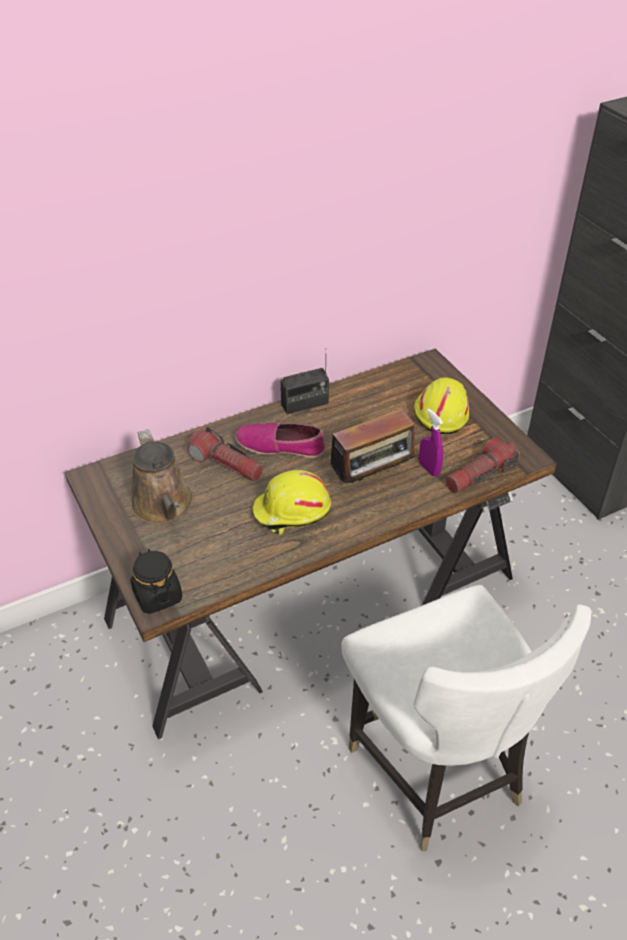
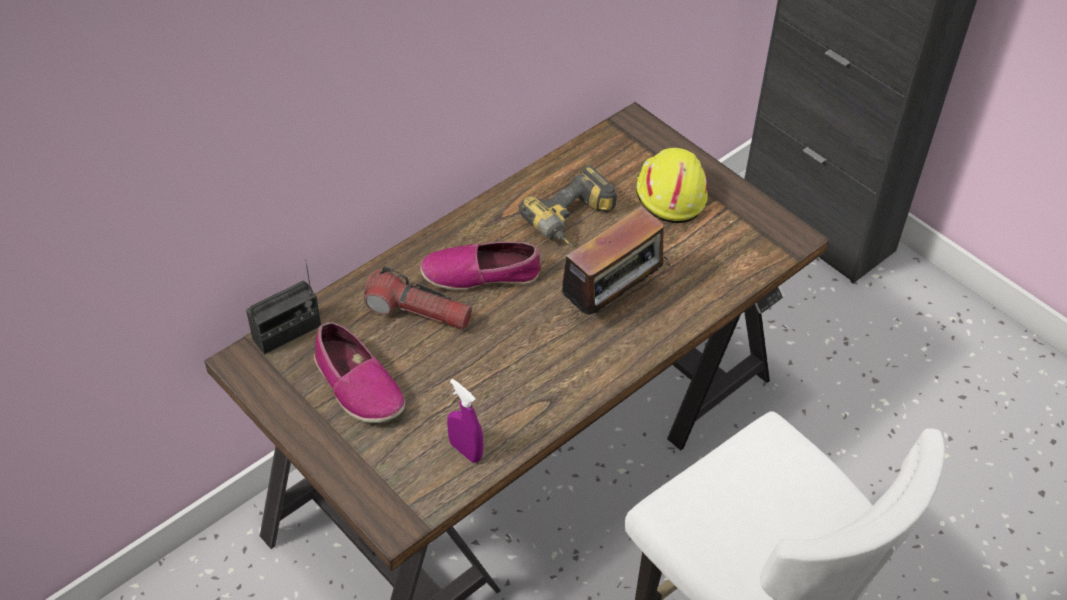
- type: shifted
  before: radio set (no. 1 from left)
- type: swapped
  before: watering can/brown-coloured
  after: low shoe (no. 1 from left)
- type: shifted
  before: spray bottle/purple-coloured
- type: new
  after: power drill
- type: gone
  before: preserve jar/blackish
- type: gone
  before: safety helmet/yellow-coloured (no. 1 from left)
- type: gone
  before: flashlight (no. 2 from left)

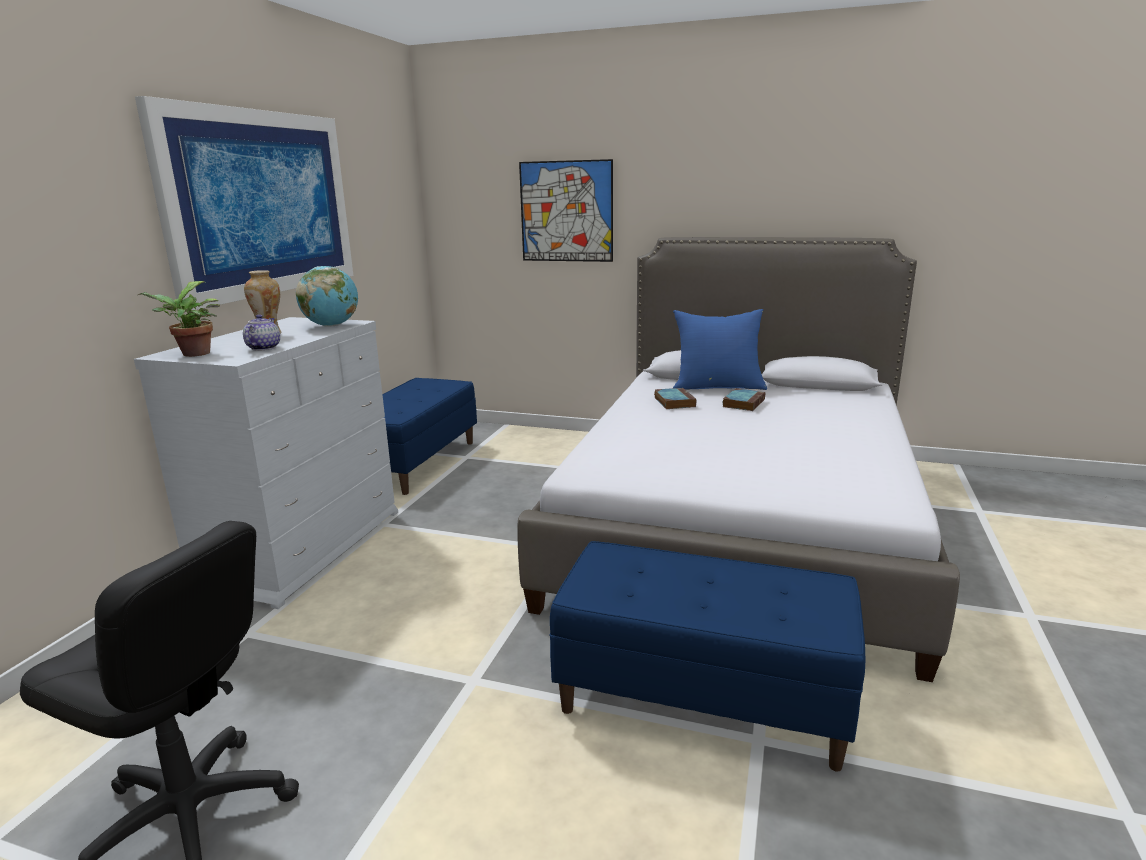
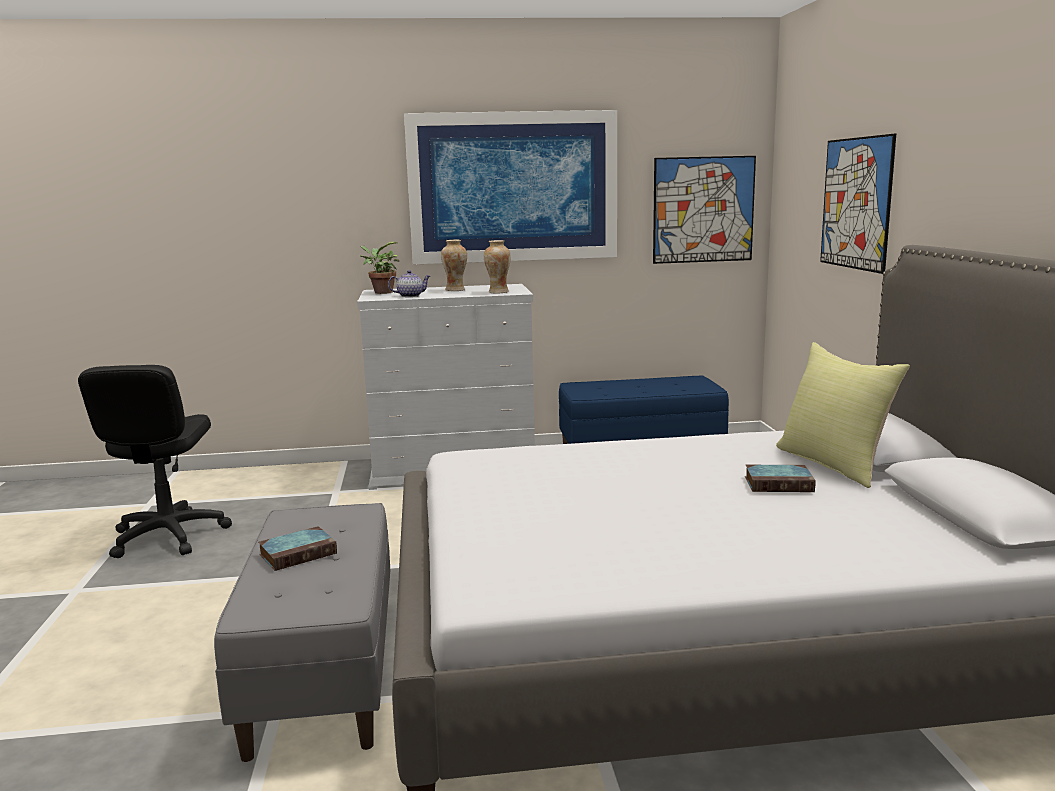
- type: repainted
  before: indoor bench/blue-coloured (no. 2 from left)
  after: indoor bench/grey
- type: shifted
  before: volume (no. 1 from left)
- type: swapped
  before: world globe
  after: flower vase (no. 2 from left)
- type: new
  after: wall picture (no. 2 from left)
- type: repainted
  before: throw pillow/blue-coloured
  after: throw pillow/yellow-coloured

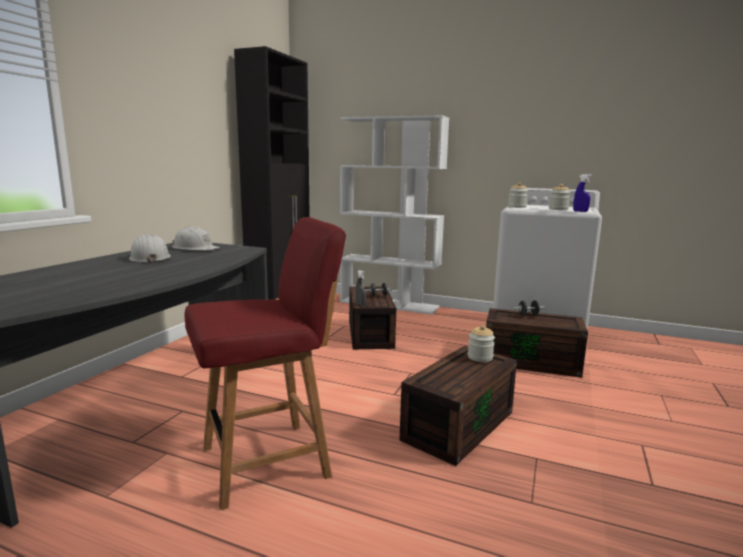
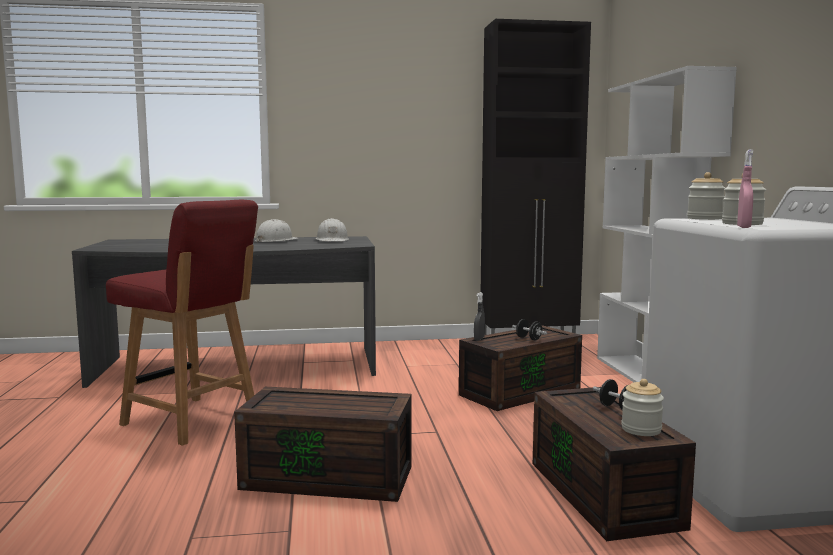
- type: shifted
  before: preserve jar (no. 1 from left)
- type: repainted
  before: spray bottle/blue-coloured
  after: spray bottle/pinkish

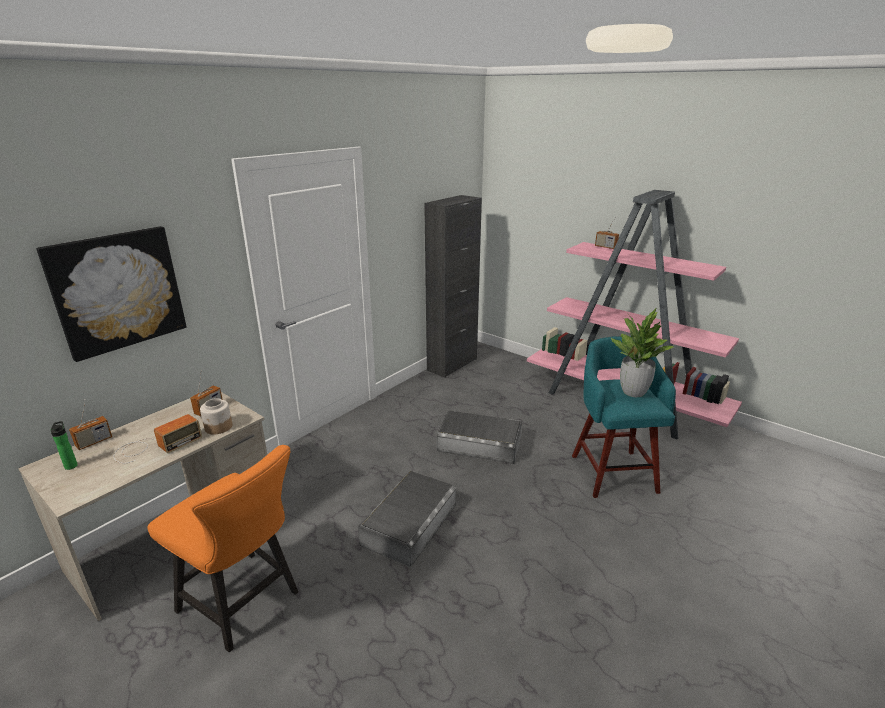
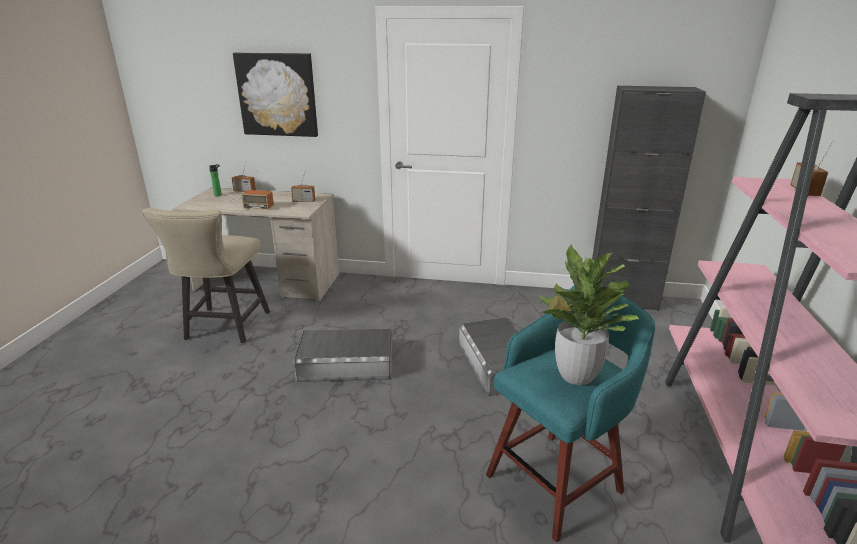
- type: repainted
  before: plain chair/orange
  after: plain chair/sand-coloured
- type: gone
  before: preserve jar

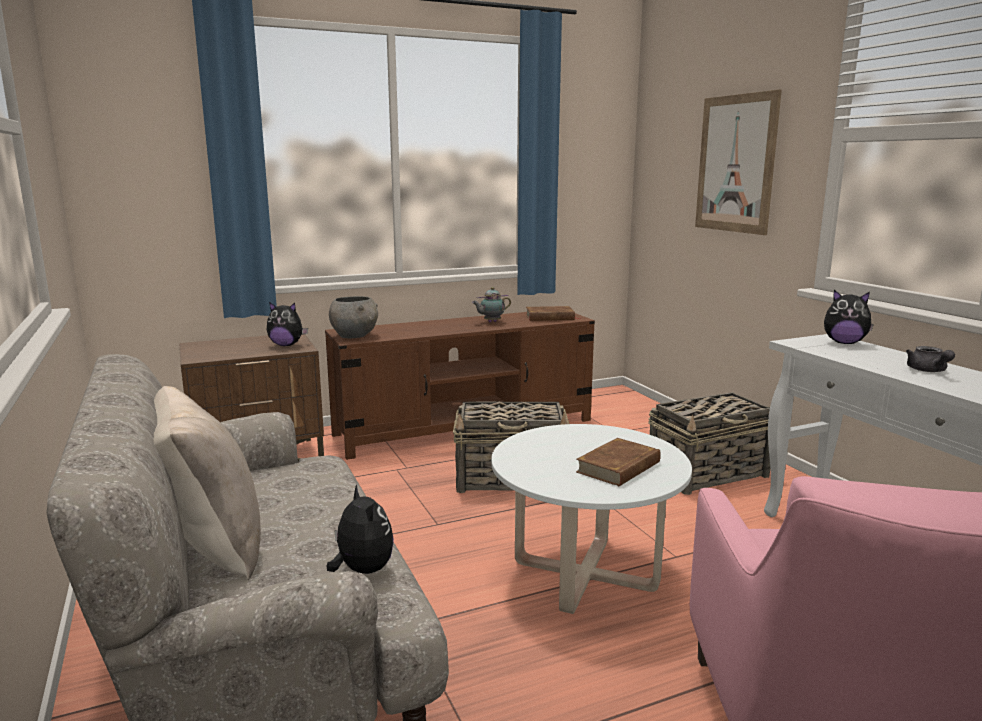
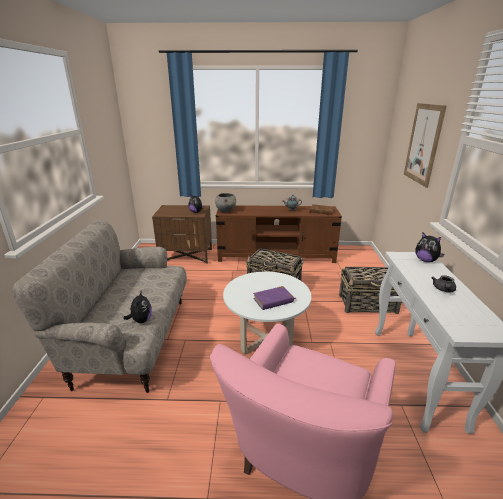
- type: repainted
  before: volume/brown-coloured (no. 2 from left)
  after: volume/purple-coloured
- type: gone
  before: throw pillow/sand-coloured

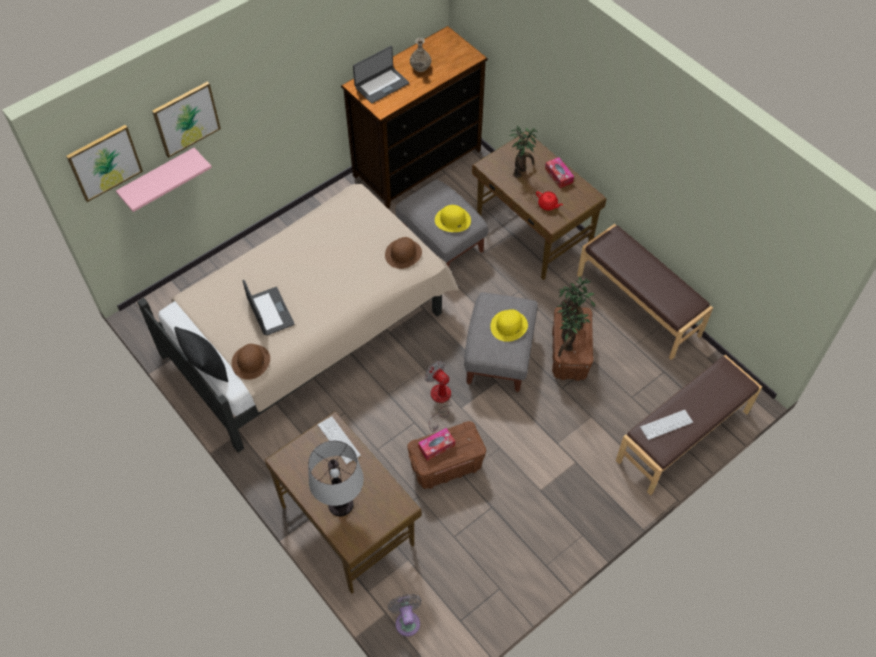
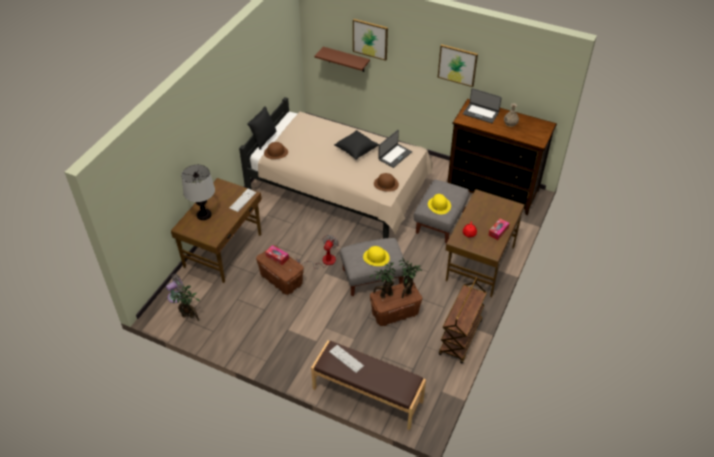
- type: shifted
  before: plant in a pot (no. 1 from left)
- type: repainted
  before: shelf/pinkish
  after: shelf/brown-coloured
- type: new
  after: throw pillow/blackish (no. 2 from left)
- type: shifted
  before: portable computer (no. 1 from left)
- type: shifted
  before: wall picture (no. 1 from left in the first image)
  after: wall picture (no. 2 from left)
- type: swapped
  before: indoor bench/brown-coloured (no. 1 from left)
  after: cart/brown-coloured

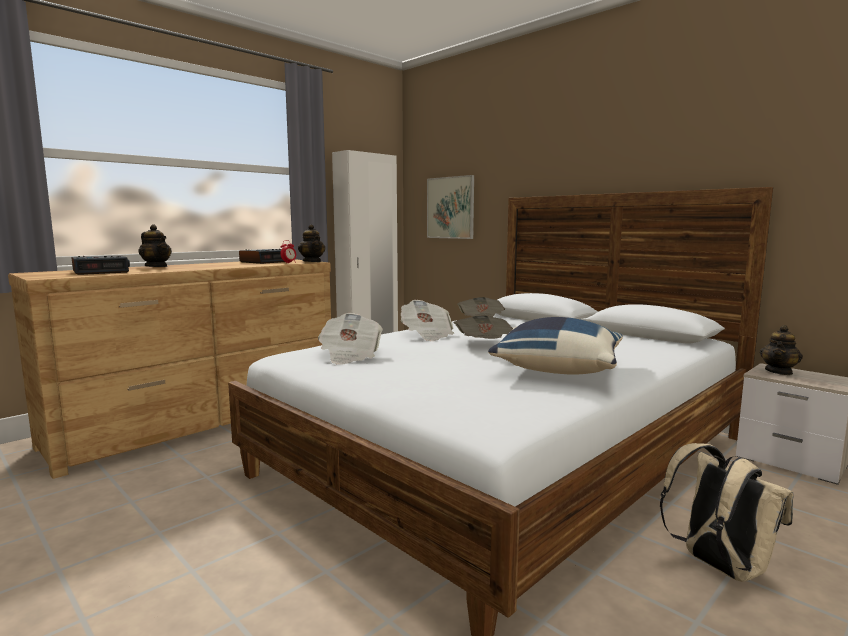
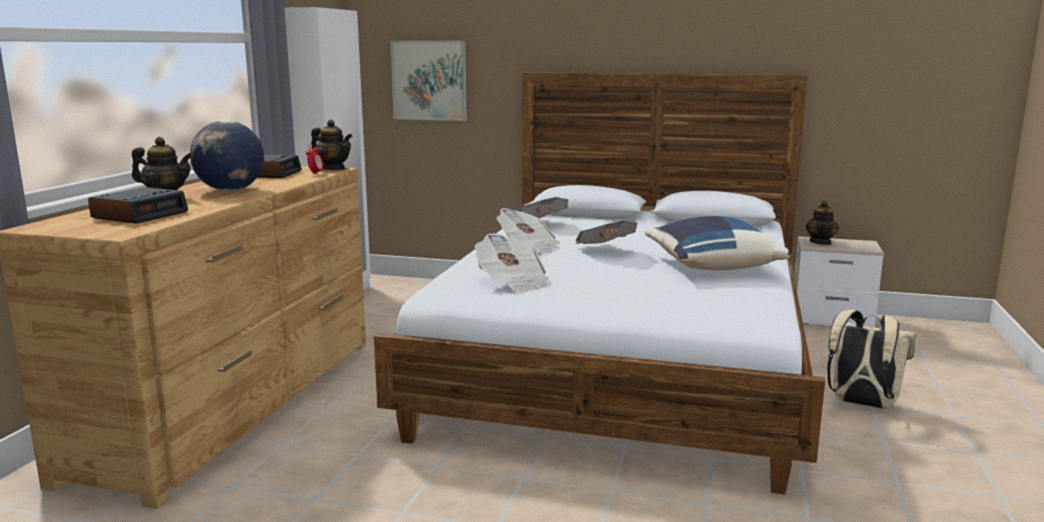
- type: new
  after: world globe

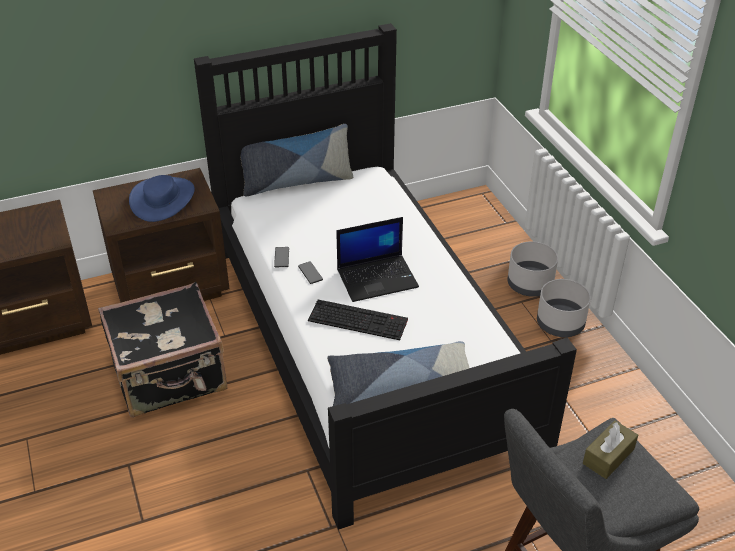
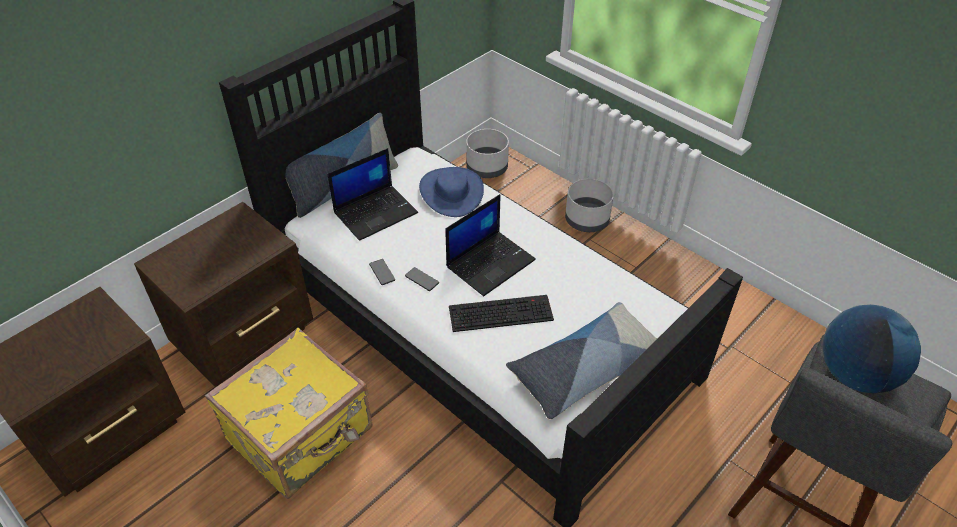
- type: repainted
  before: travel case/blackish
  after: travel case/yellow-coloured
- type: new
  after: portable computer (no. 1 from left)
- type: shifted
  before: clothing hat/blue-coloured
- type: shifted
  before: planter/grey (no. 2 from left in the first image)
  after: planter/grey (no. 1 from left)
- type: swapped
  before: tissue box/brown-coloured
  after: world globe

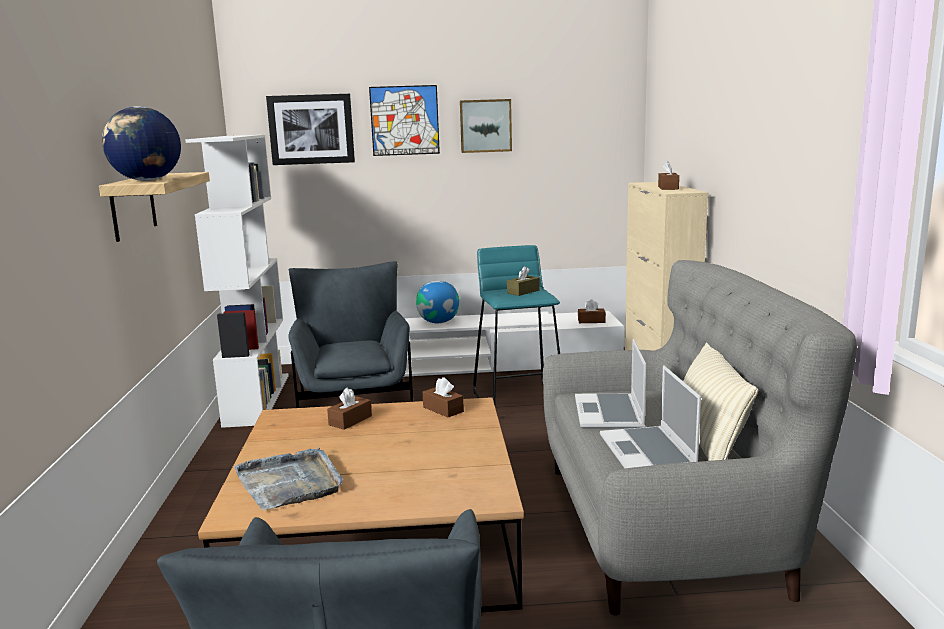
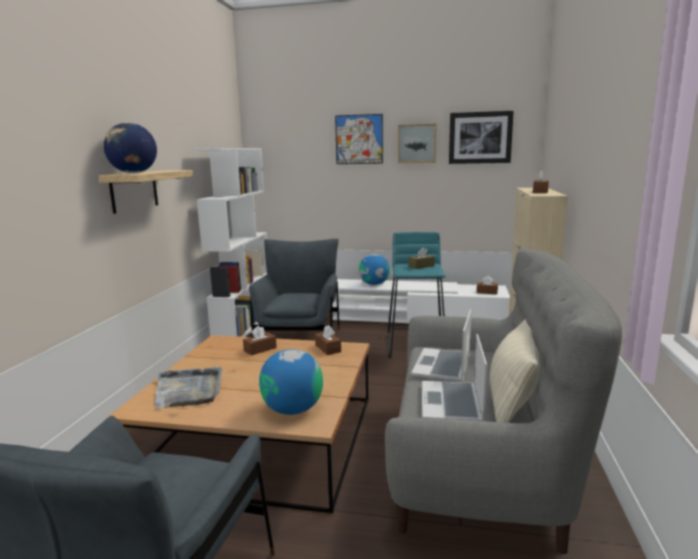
- type: new
  after: world globe (no. 2 from left)
- type: shifted
  before: wall picture (no. 1 from left in the first image)
  after: wall picture (no. 3 from left)

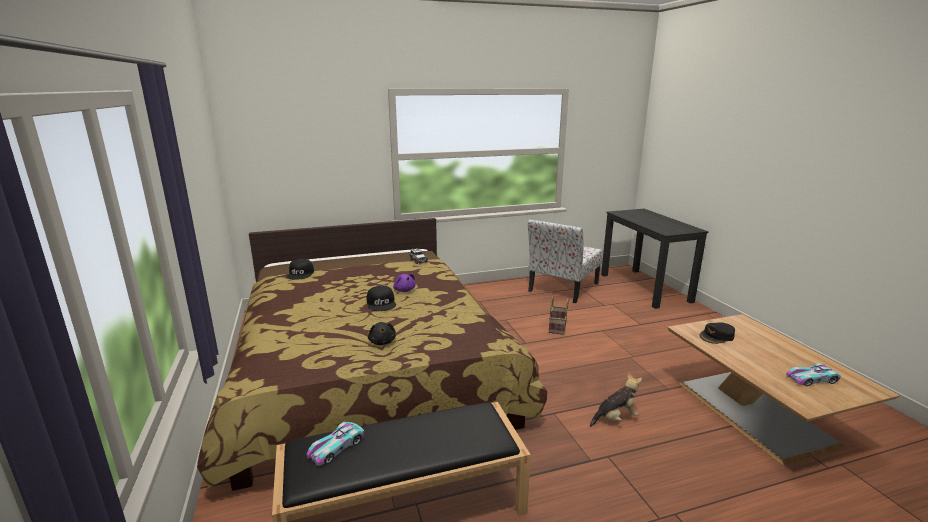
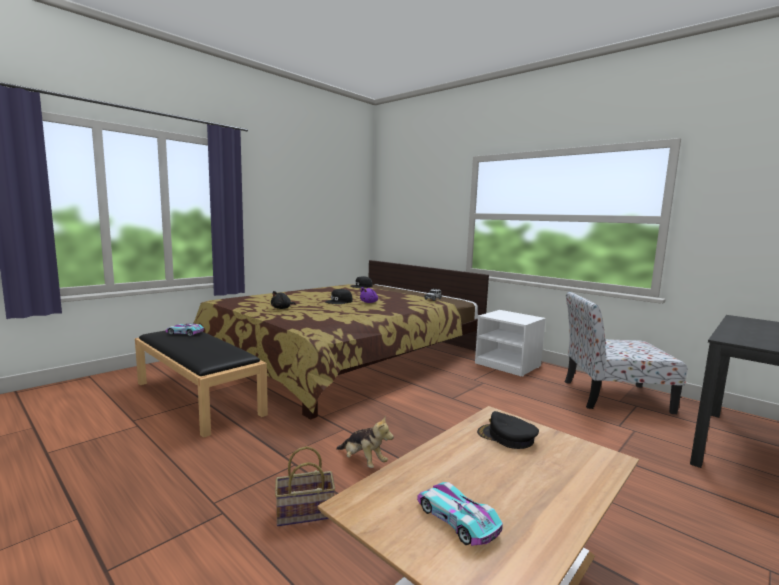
- type: shifted
  before: basket
- type: new
  after: night table/white-coloured

